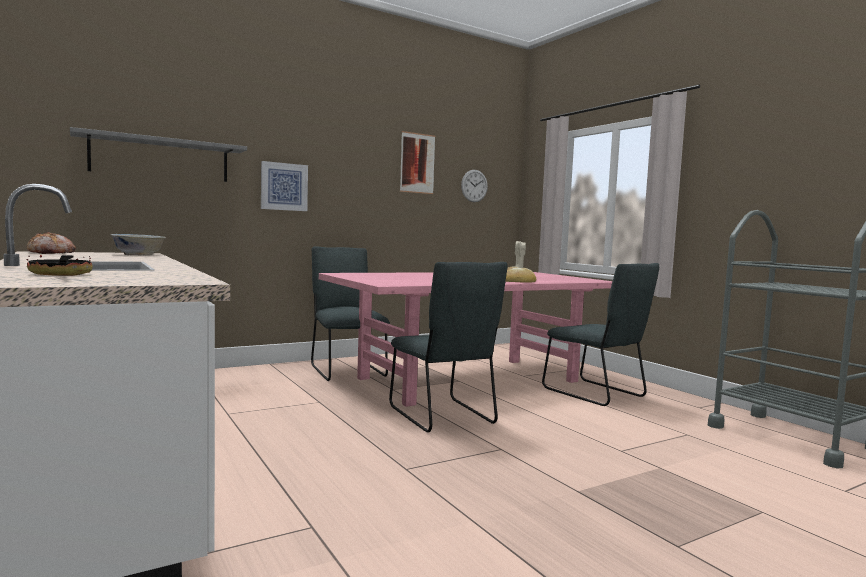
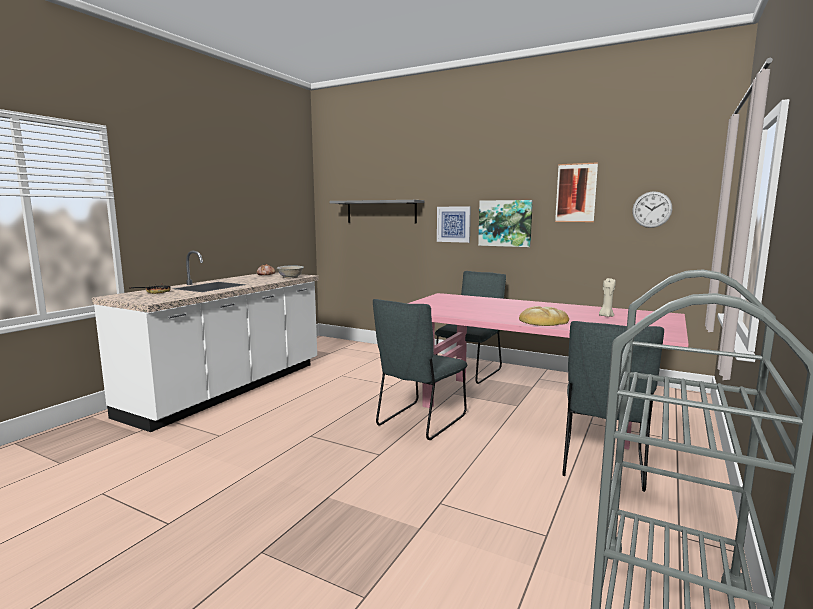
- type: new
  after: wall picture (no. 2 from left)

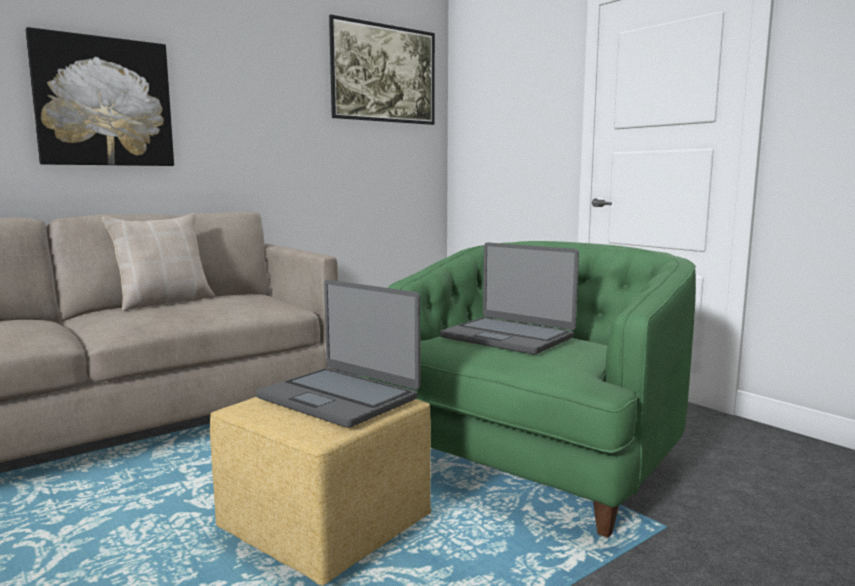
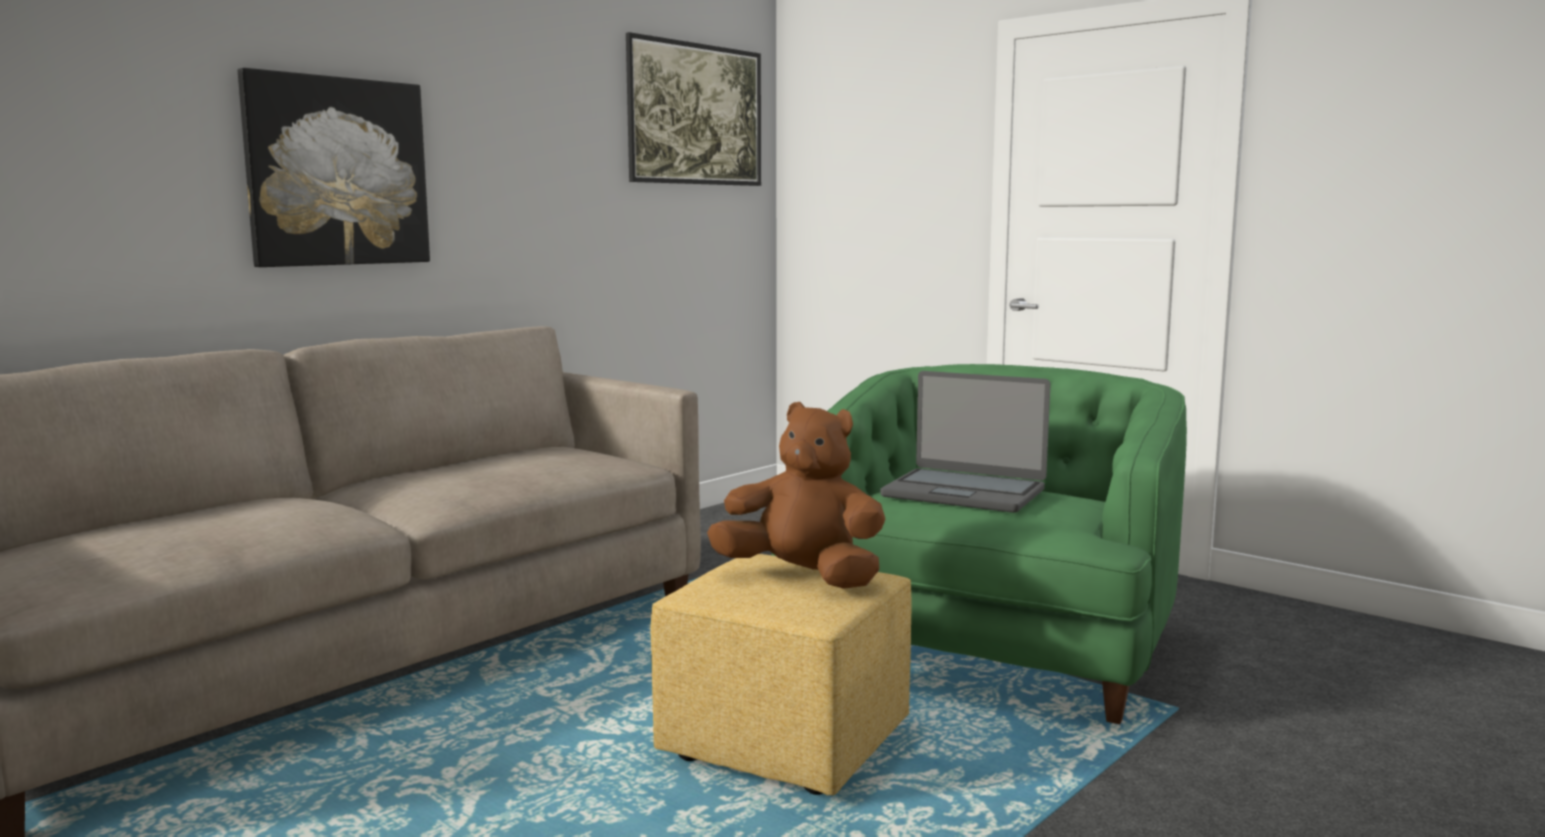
- type: swapped
  before: portable computer (no. 1 from left)
  after: soft toy/brown-coloured
- type: gone
  before: throw pillow/sand-coloured

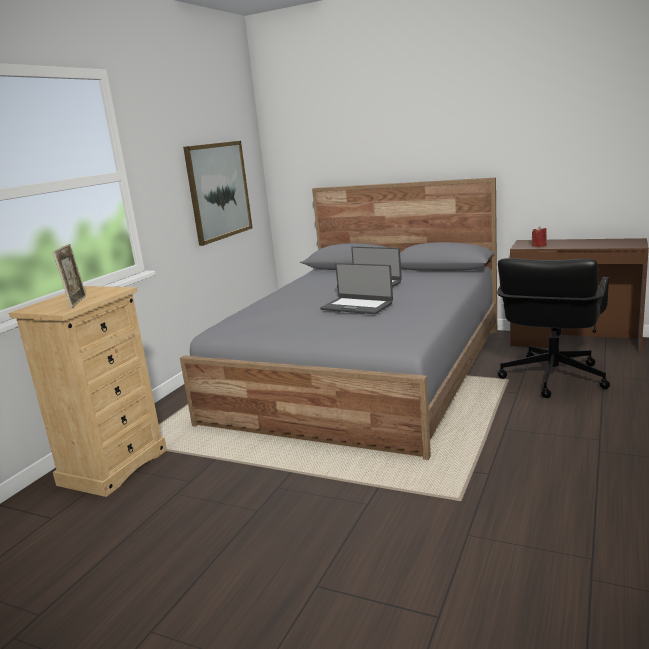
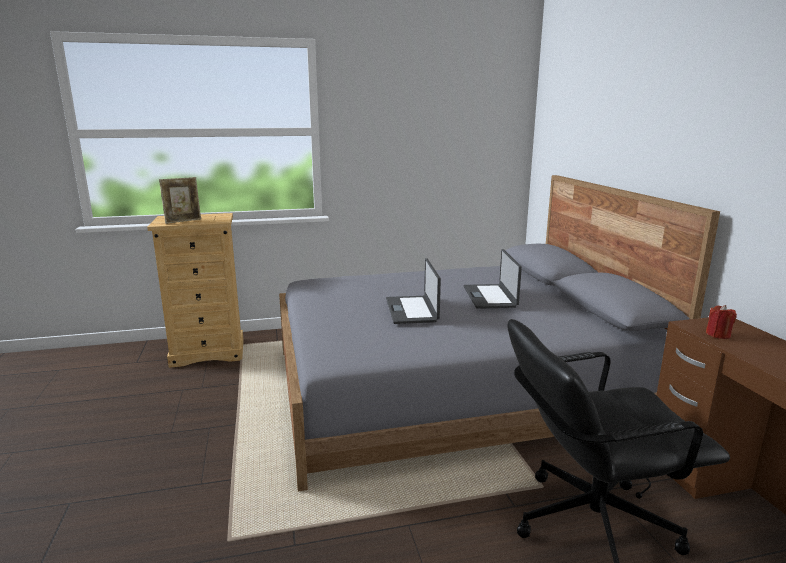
- type: gone
  before: wall picture

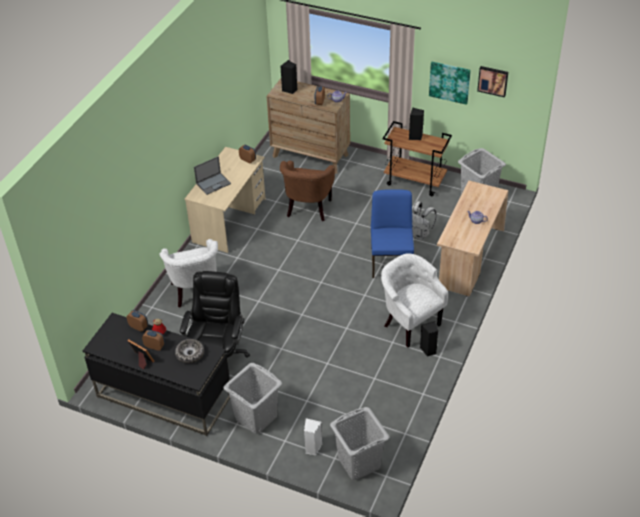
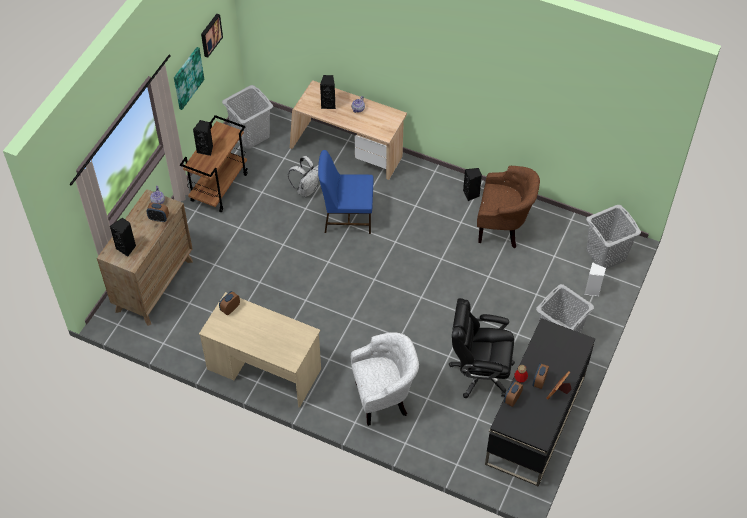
- type: new
  after: audio speaker/blackish (no. 3 from left)
- type: shifted
  before: easy chair/brown-coloured
- type: gone
  before: deep dish
- type: gone
  before: portable computer
- type: gone
  before: easy chair/white-coloured (no. 2 from left)

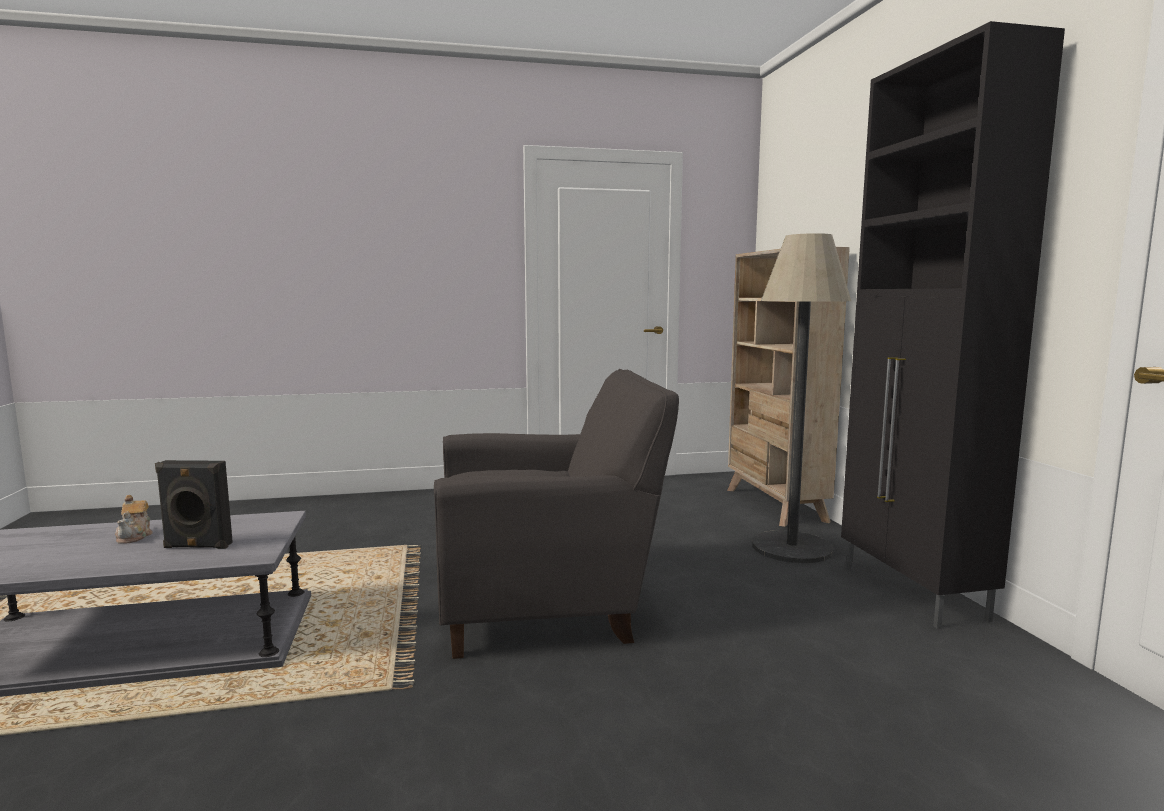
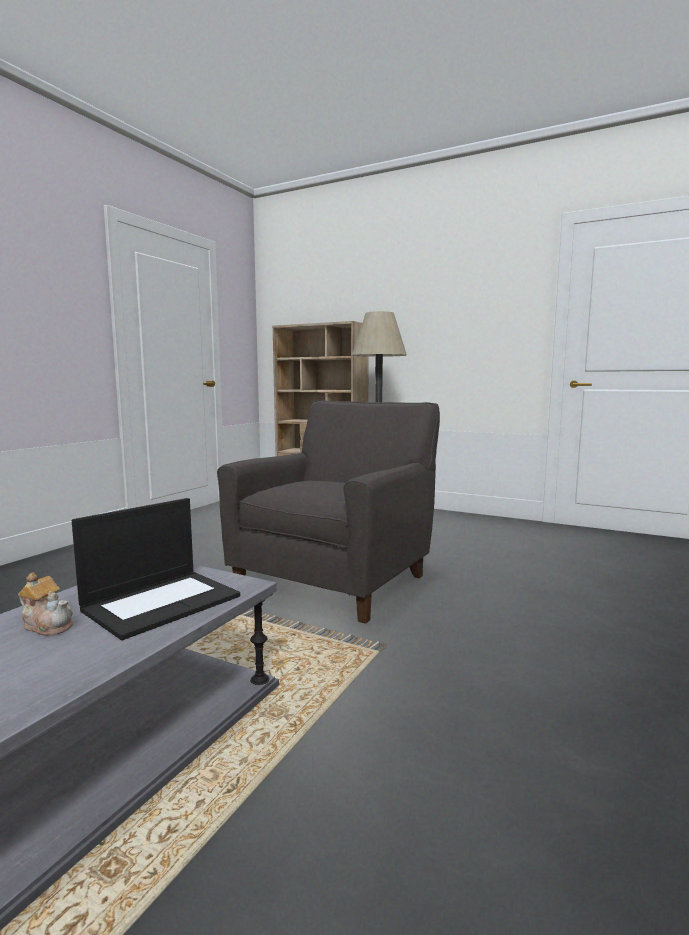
- type: swapped
  before: audio speaker/blackish
  after: portable computer
- type: gone
  before: cupboard/blackish

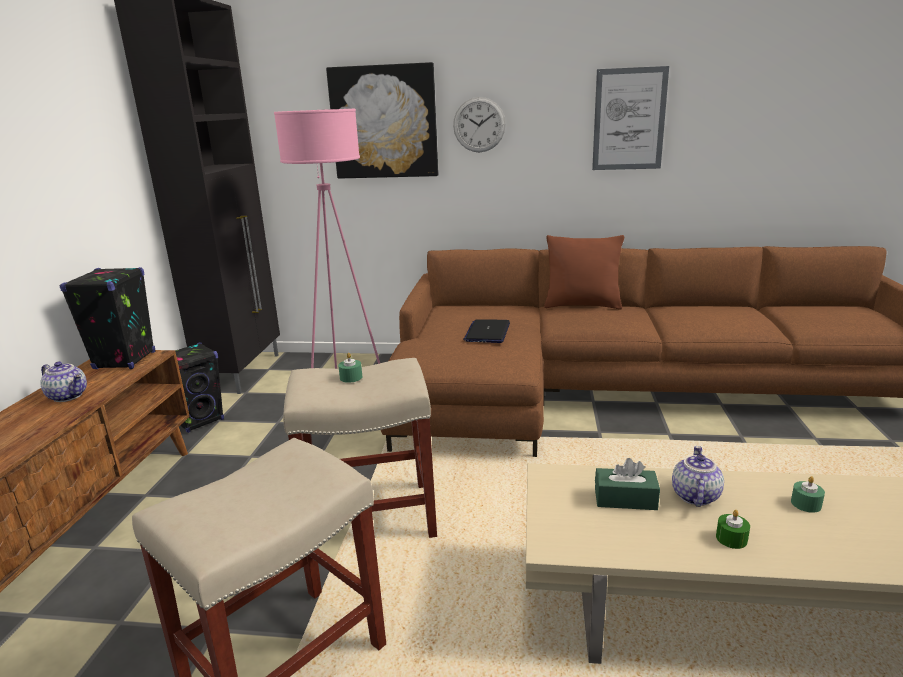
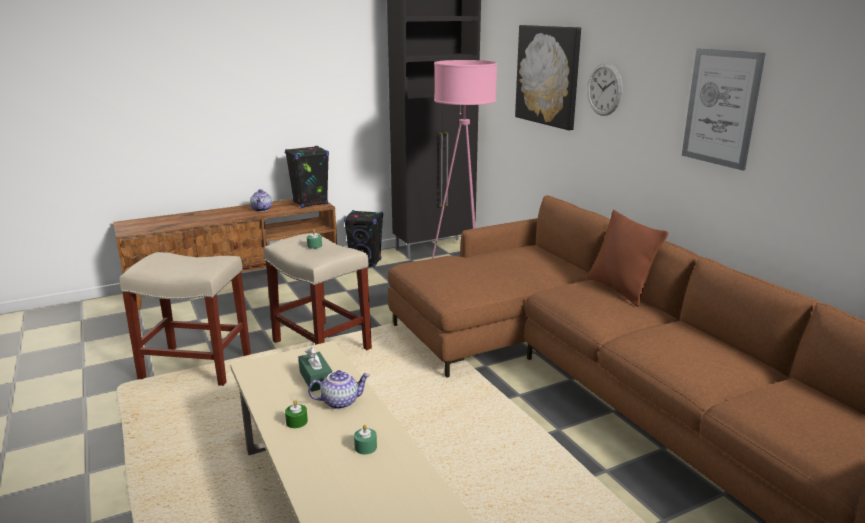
- type: gone
  before: portable computer

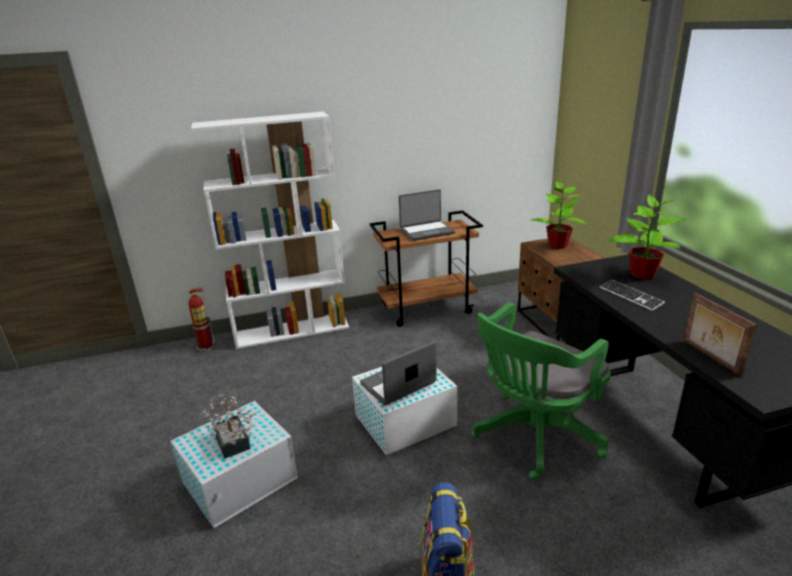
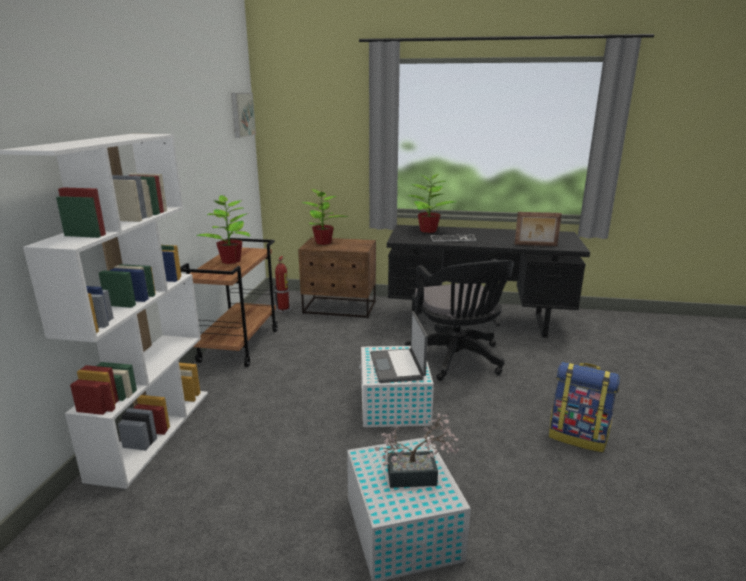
- type: swapped
  before: portable computer (no. 2 from left)
  after: plant in a pot (no. 1 from left)
- type: new
  after: wall picture
- type: shifted
  before: extinguisher
- type: repainted
  before: computer chair/green-coloured
  after: computer chair/blackish

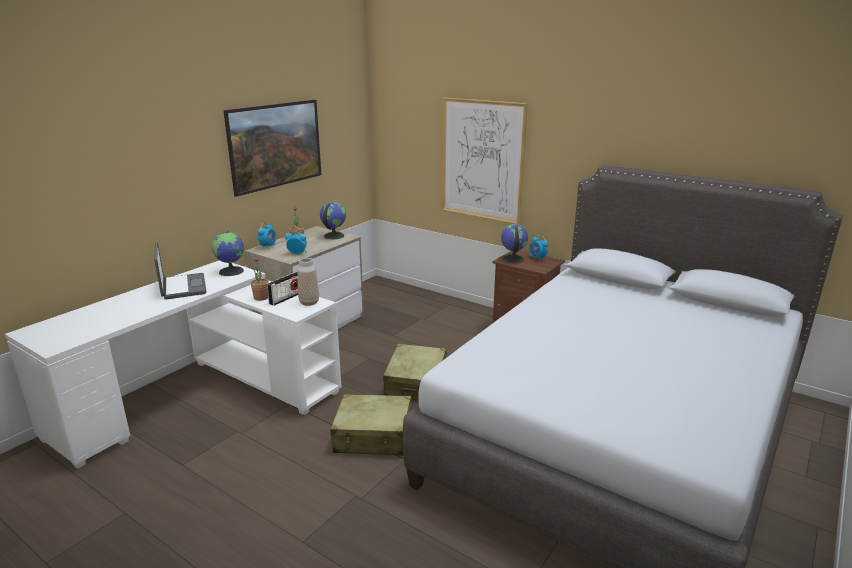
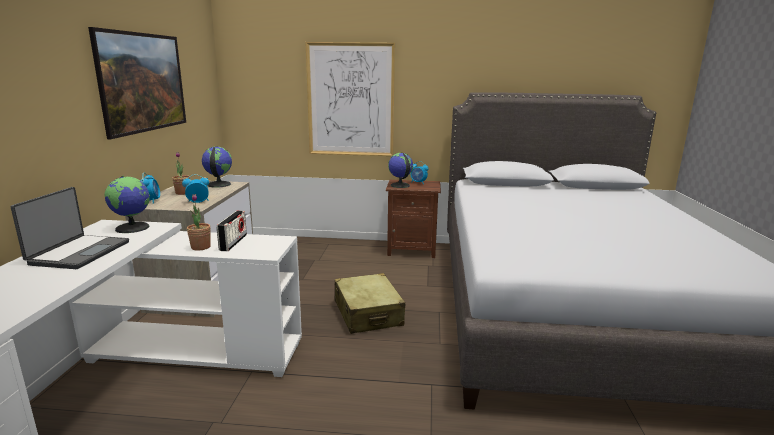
- type: rotated
  before: portable computer
  turn: 60
- type: gone
  before: flower vase
- type: gone
  before: travel case/sand-coloured (no. 1 from left)

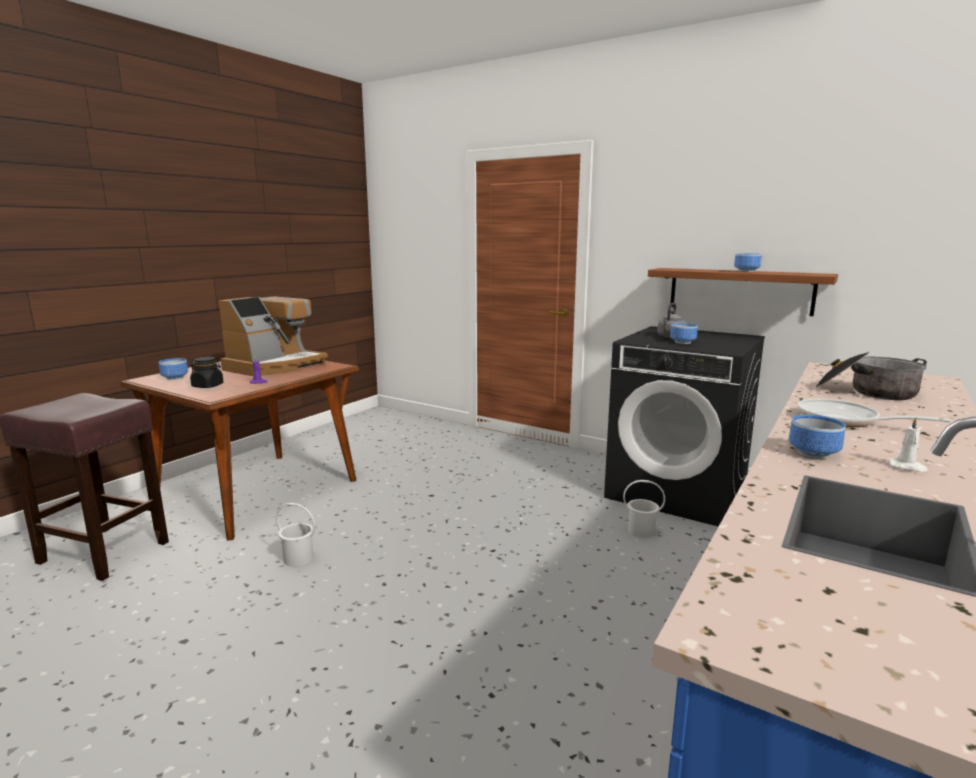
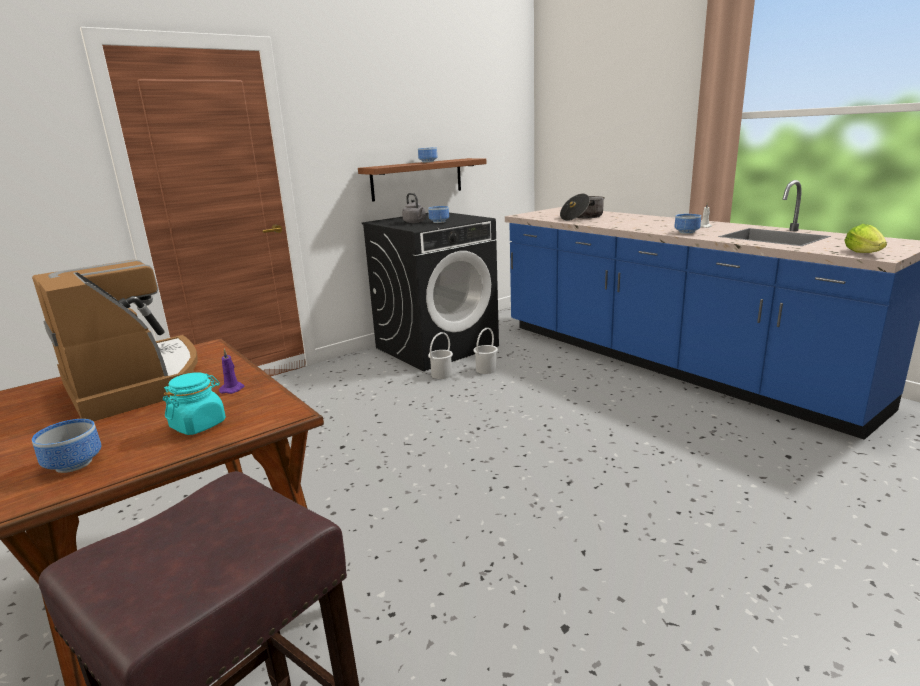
- type: repainted
  before: preserve jar/blackish
  after: preserve jar/turquoise-coloured
- type: shifted
  before: bucket/white-coloured (no. 1 from left)
- type: new
  after: head of lettuce
- type: gone
  before: pan

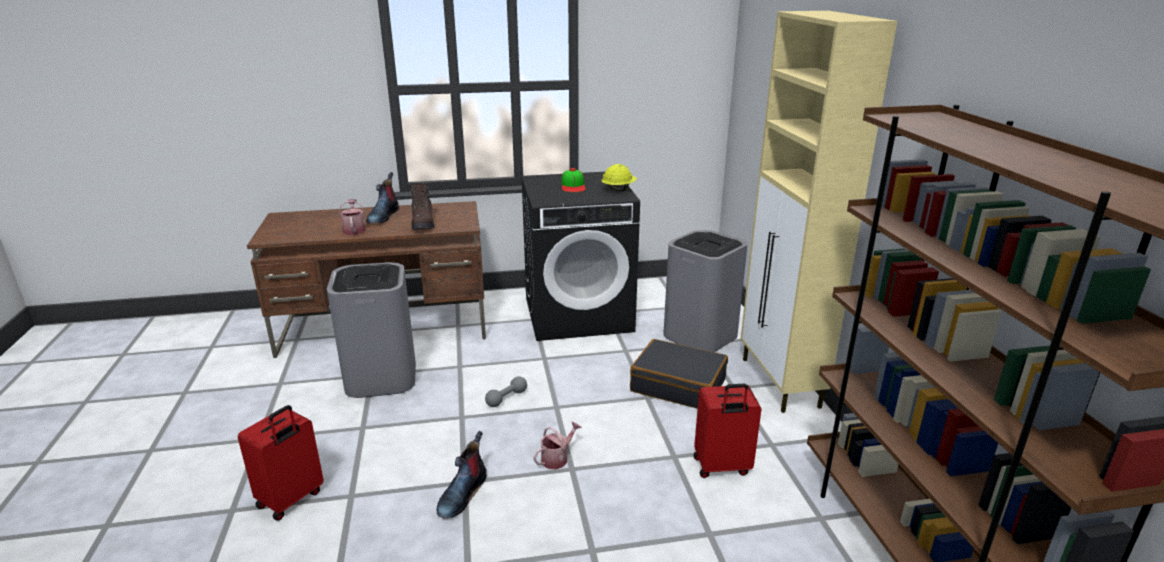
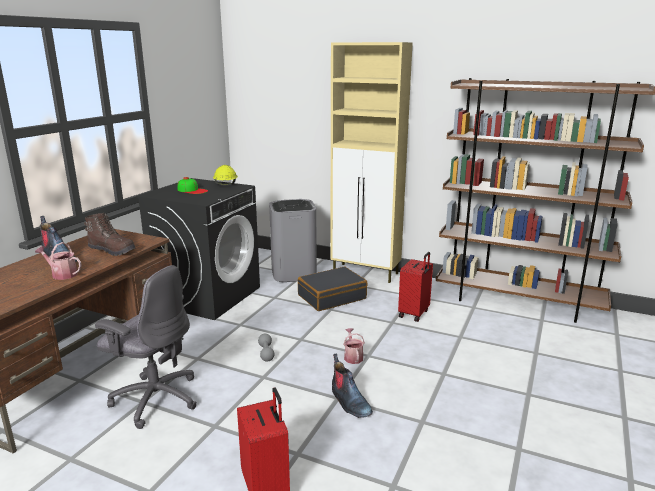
- type: swapped
  before: trash can/grey (no. 1 from left)
  after: computer chair/grey

